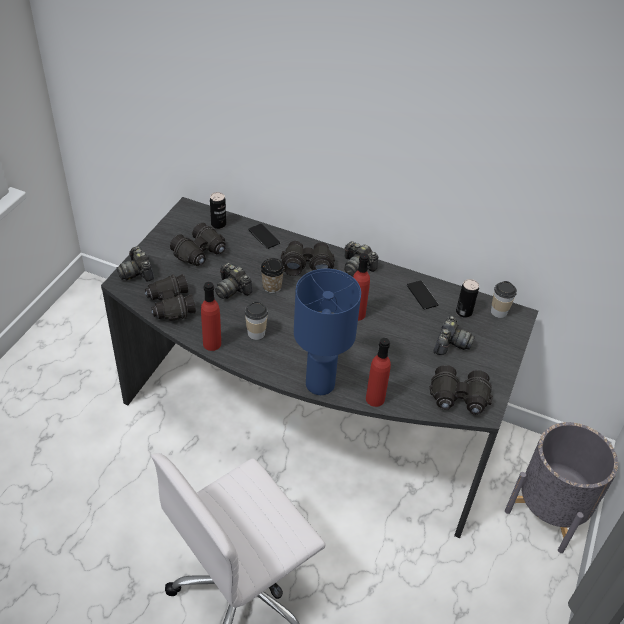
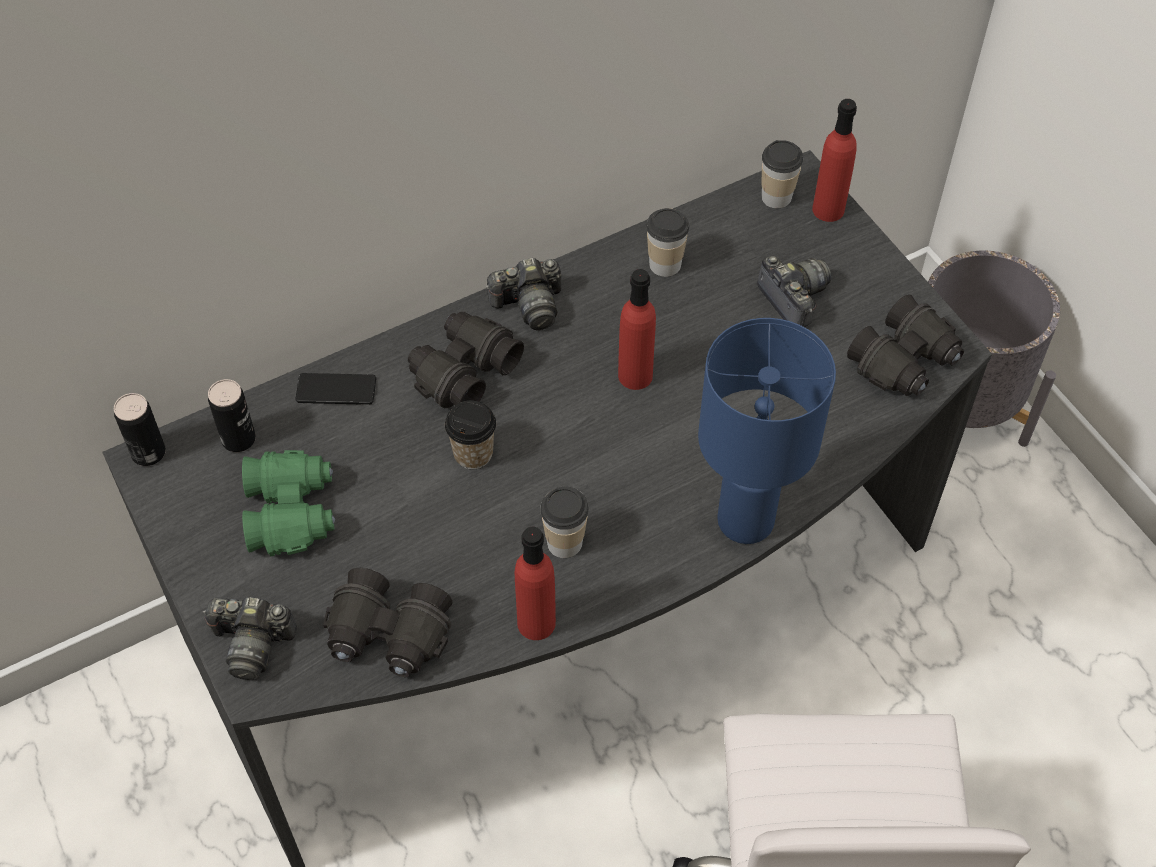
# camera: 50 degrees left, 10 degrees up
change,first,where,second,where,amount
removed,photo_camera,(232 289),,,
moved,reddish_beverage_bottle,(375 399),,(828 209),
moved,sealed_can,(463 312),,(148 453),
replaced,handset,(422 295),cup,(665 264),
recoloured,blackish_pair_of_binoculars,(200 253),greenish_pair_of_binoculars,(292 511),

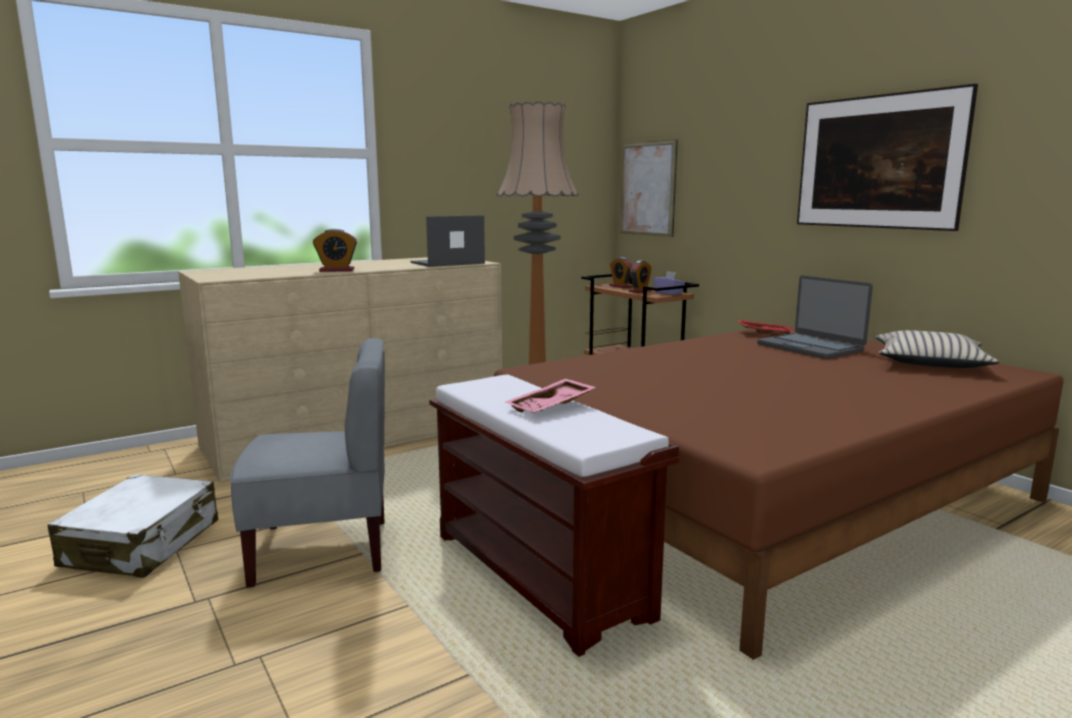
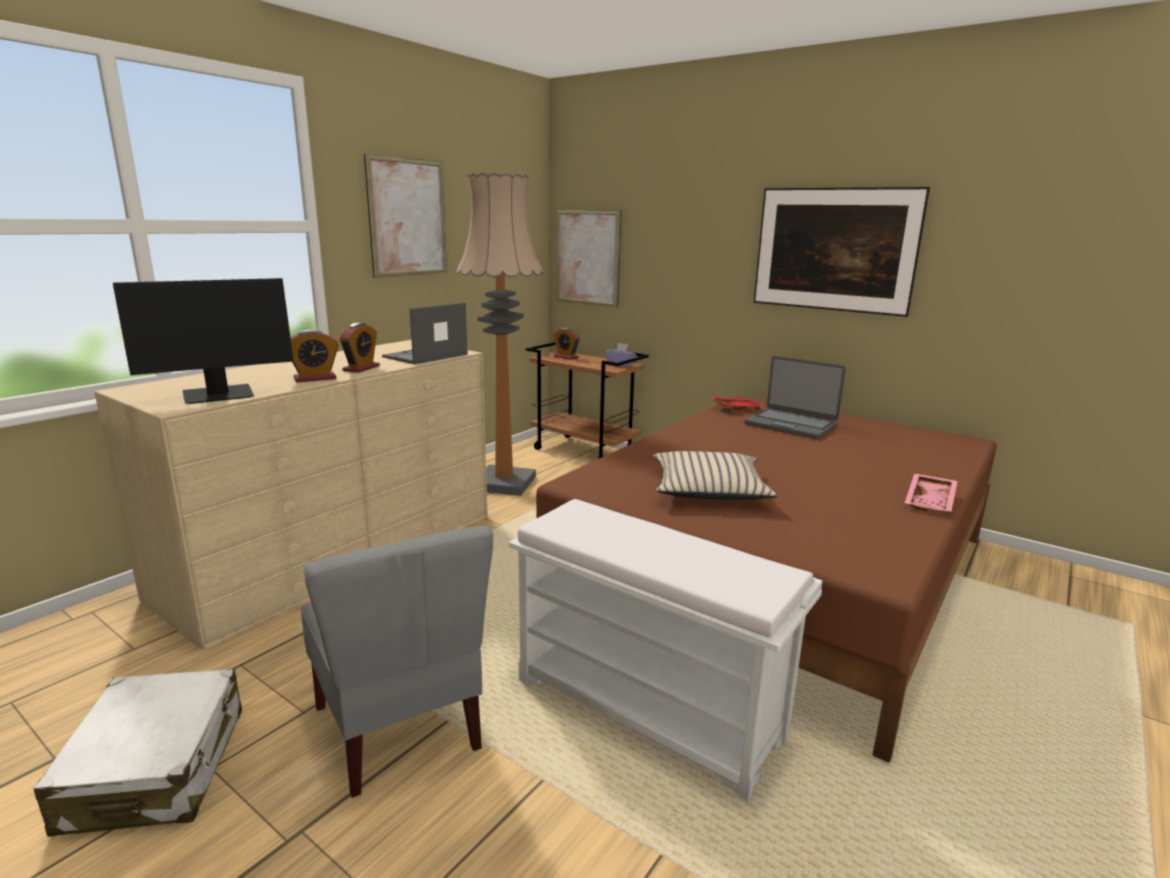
# camera: 20 degrees left, 5 degrees up
change,first,where,second,where,amount
added,,,computer_display,(219 395),
added,,,wall_art,(408 218),
moved,pink_serving_tray,(551 407),,(931 501),
moved,table_clock,(640 291),,(361 368),
moved,sand-coloured_pillow,(929 362),,(708 489),
recoloured,brownish_bench,(541 575),white_bench,(649 708),
turned,greyish_chair,(323 551),,(400 727),90 degrees clockwise

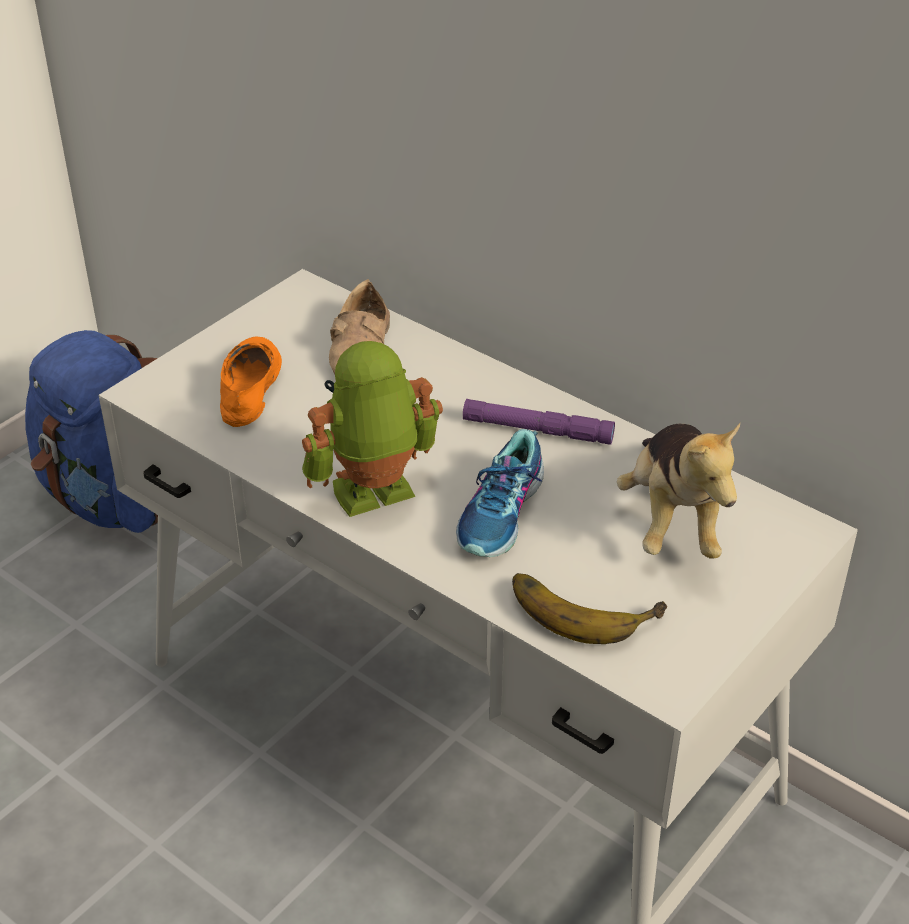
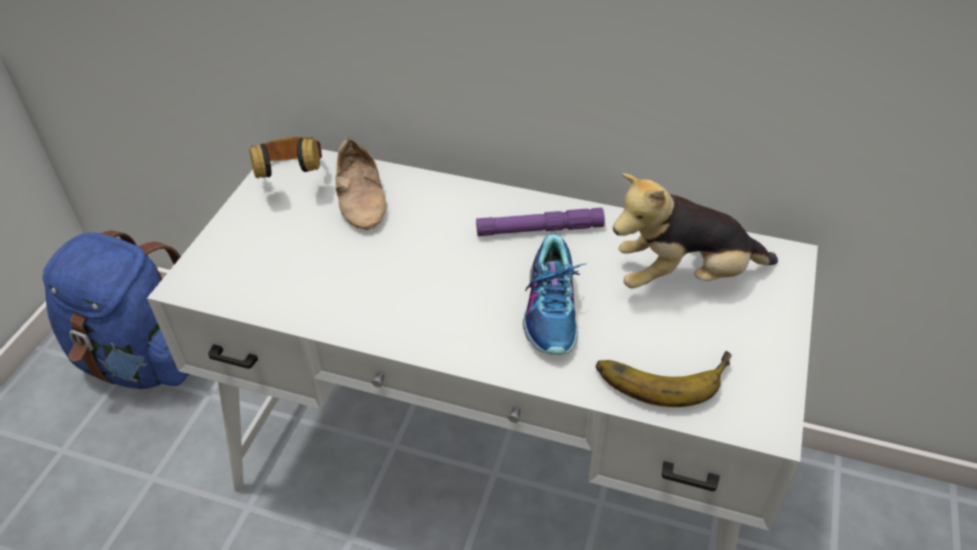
# camera: 20 degrees left, 5 degrees up
change,first,where,second,where,amount
removed,orange-coloured_low_shoe,(248 387),,,
removed,toy_robot,(374 495),,,
added,,,pair_of_headphones,(291 178),
turned,cuddly_toy,(672 520),,(684 277),105 degrees clockwise

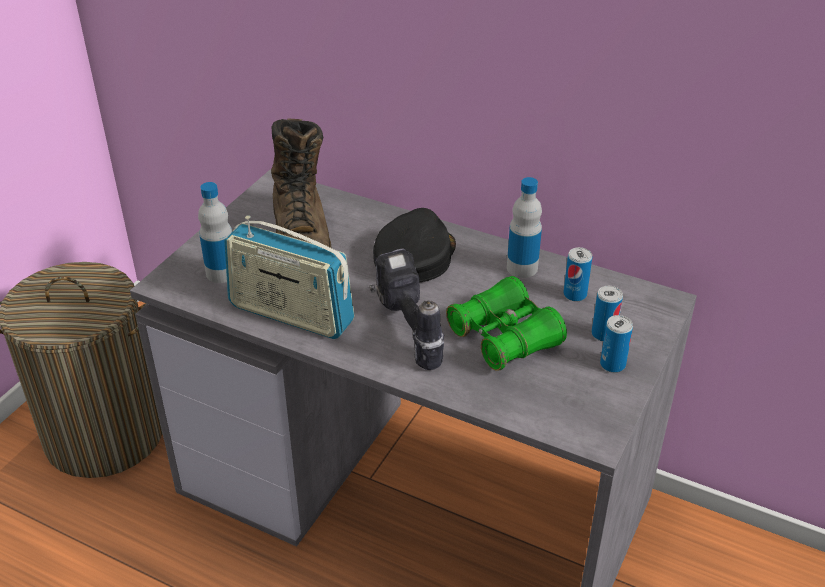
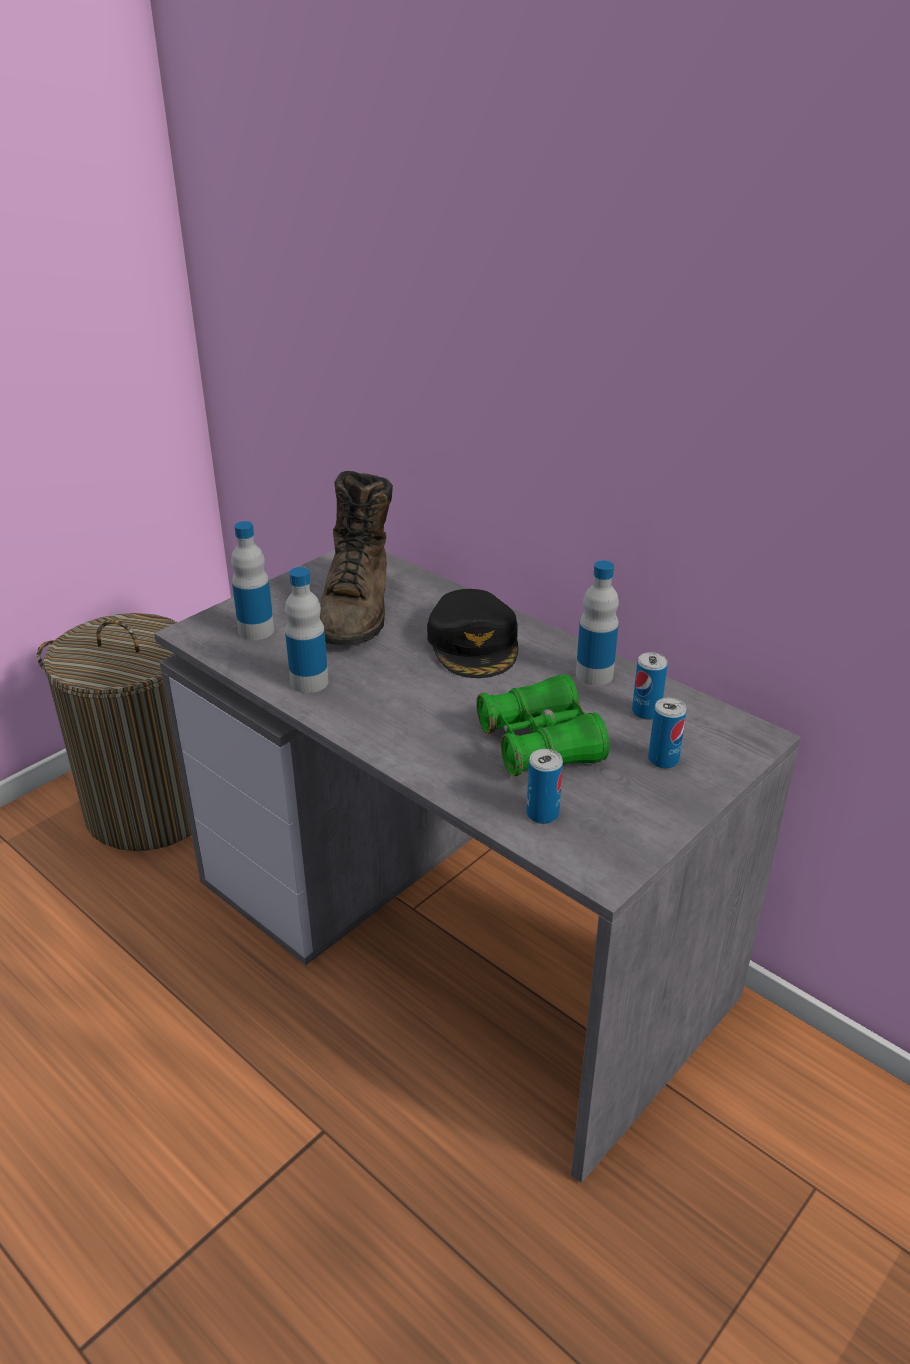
# camera: 15 degrees right, 5 degrees down
change,first,where,second,where,amount
removed,electric_drill,(406 332),,,
moved,sealed_can,(612 364),,(542 814),
replaced,radio_receiver,(291 314),beverage_bottle,(309 682),
turned,blackish_baseball_cap,(414 255),,(474 644),135 degrees clockwise

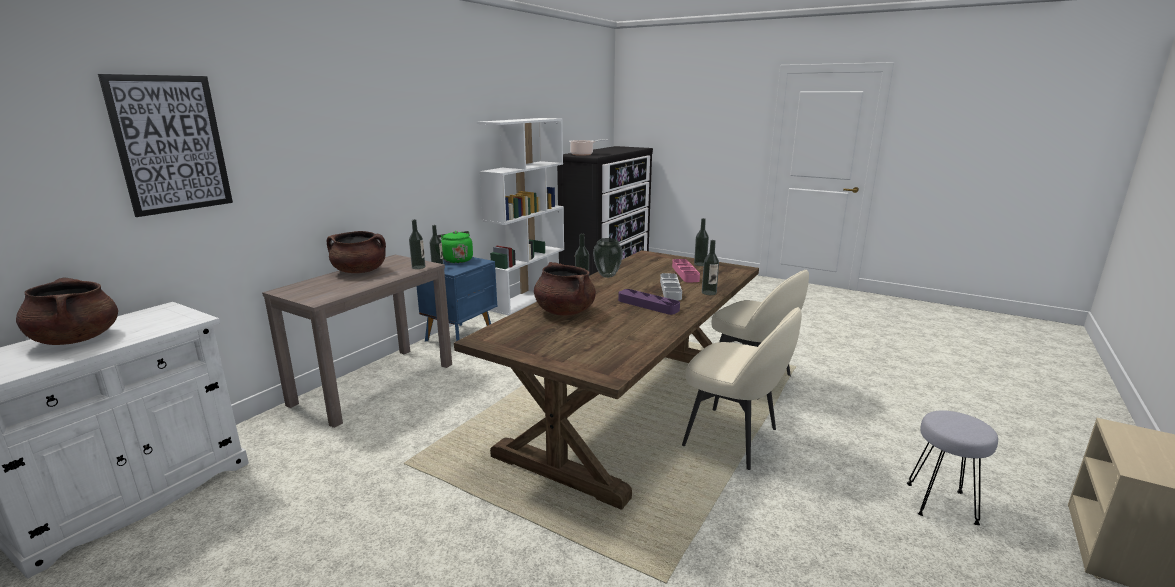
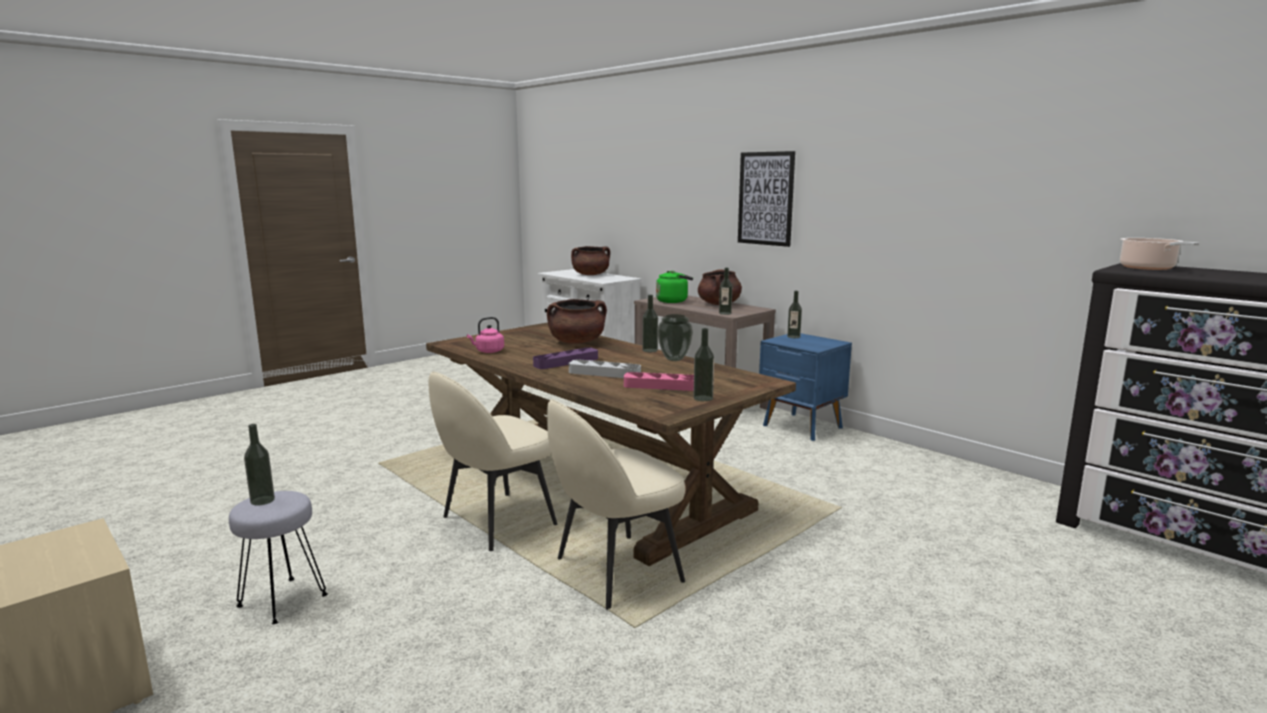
# camera: 105 degrees right, 5 degrees down
change,first,where,second,where,amount
removed,white_shelving_unit,(528 298),,,
added,,,pink_tea_kettle,(488 351),
moved,wall_art,(171 144),,(765 198),
moved,greenish_tea_kettle,(456 260),,(673 301),
moved,beverage_bottle,(709 293),,(262 500),

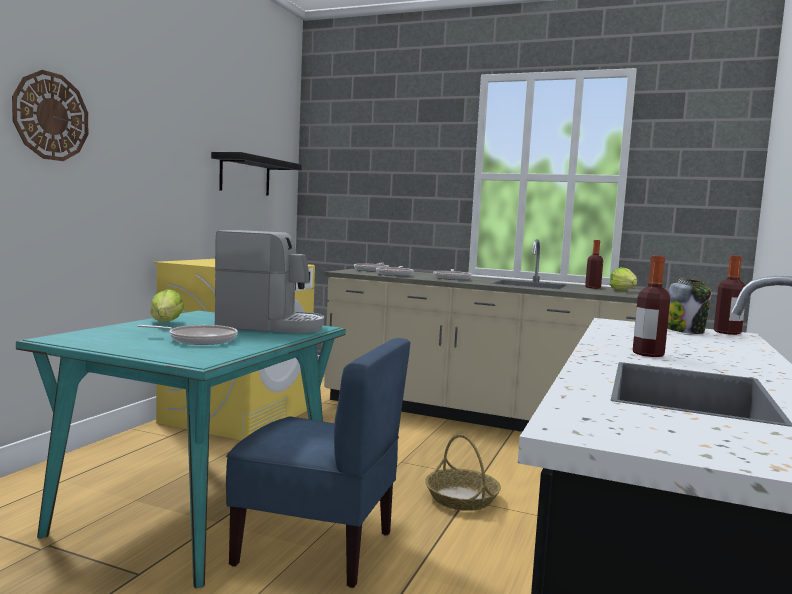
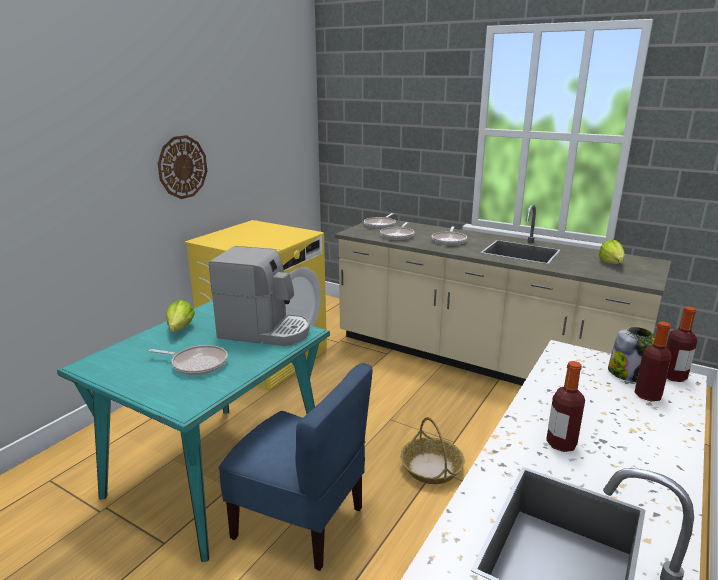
# camera: 10 degrees right, 15 degrees up
change,first,where,second,where,amount
removed,blackish_shelf,(245 175),,,
moved,hanging_clock,(51 116),,(182 167),
moved,beverage_bottle,(592 288),,(647 395),

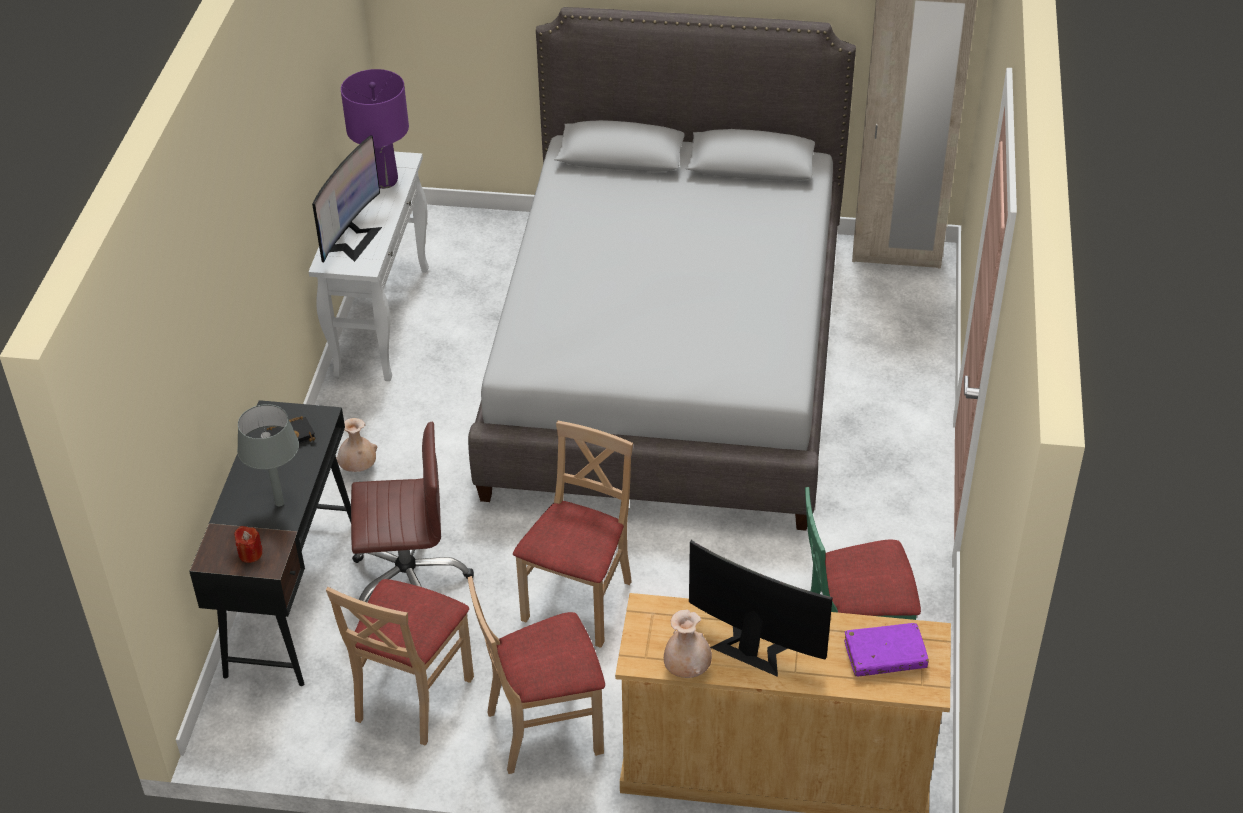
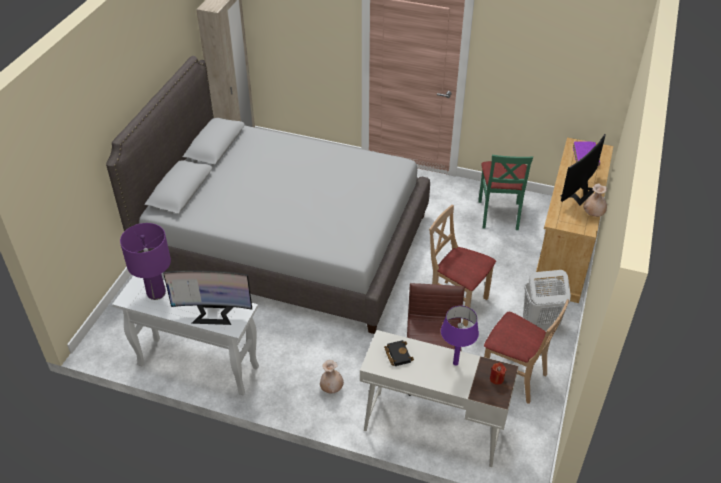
# camera: 80 degrees left, 0 degrees up
change,first,where,second,where,amount
replaced,sand-coloured_chair,(544 729),white_washing_basket,(539 325),
recoloured,blackish_desk_unit,(292 596),white_desk_unit,(432 428),
recoloured,greyish_table_lamp,(280 503),purplish_table_lamp,(455 363),
turned,computer_display,(351 239),,(213 314),150 degrees clockwise

